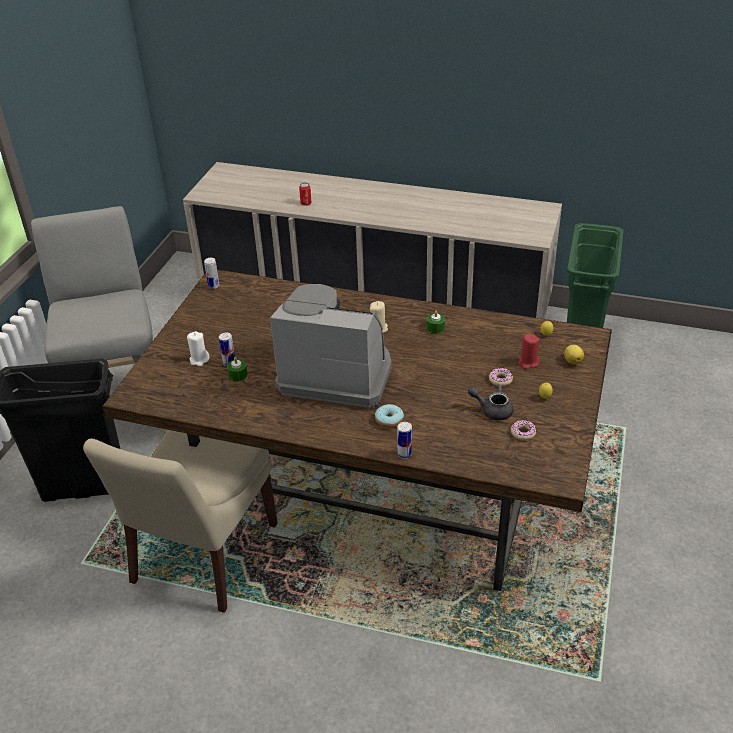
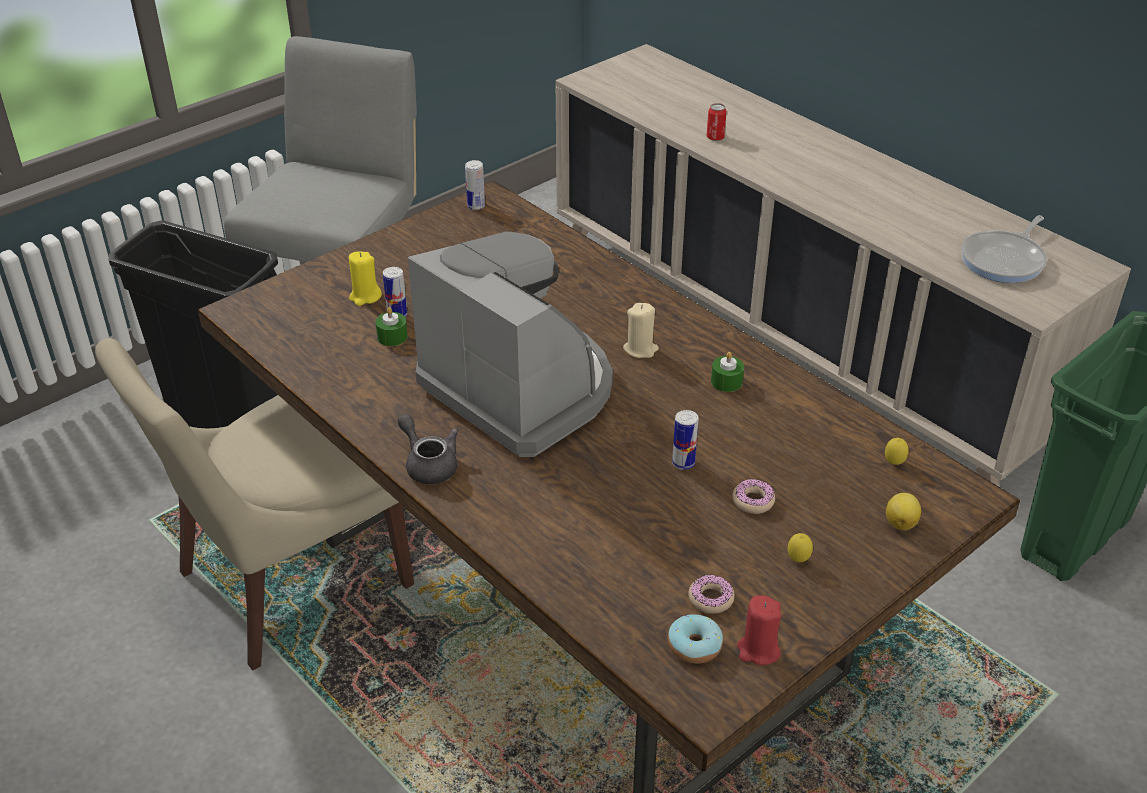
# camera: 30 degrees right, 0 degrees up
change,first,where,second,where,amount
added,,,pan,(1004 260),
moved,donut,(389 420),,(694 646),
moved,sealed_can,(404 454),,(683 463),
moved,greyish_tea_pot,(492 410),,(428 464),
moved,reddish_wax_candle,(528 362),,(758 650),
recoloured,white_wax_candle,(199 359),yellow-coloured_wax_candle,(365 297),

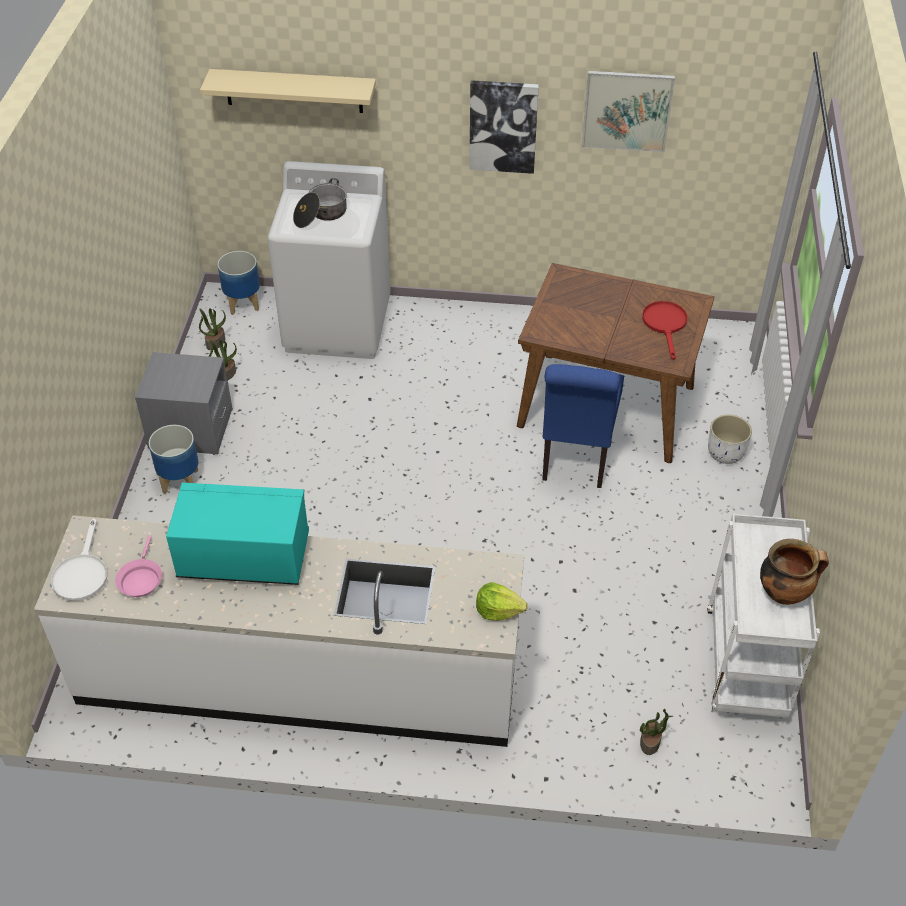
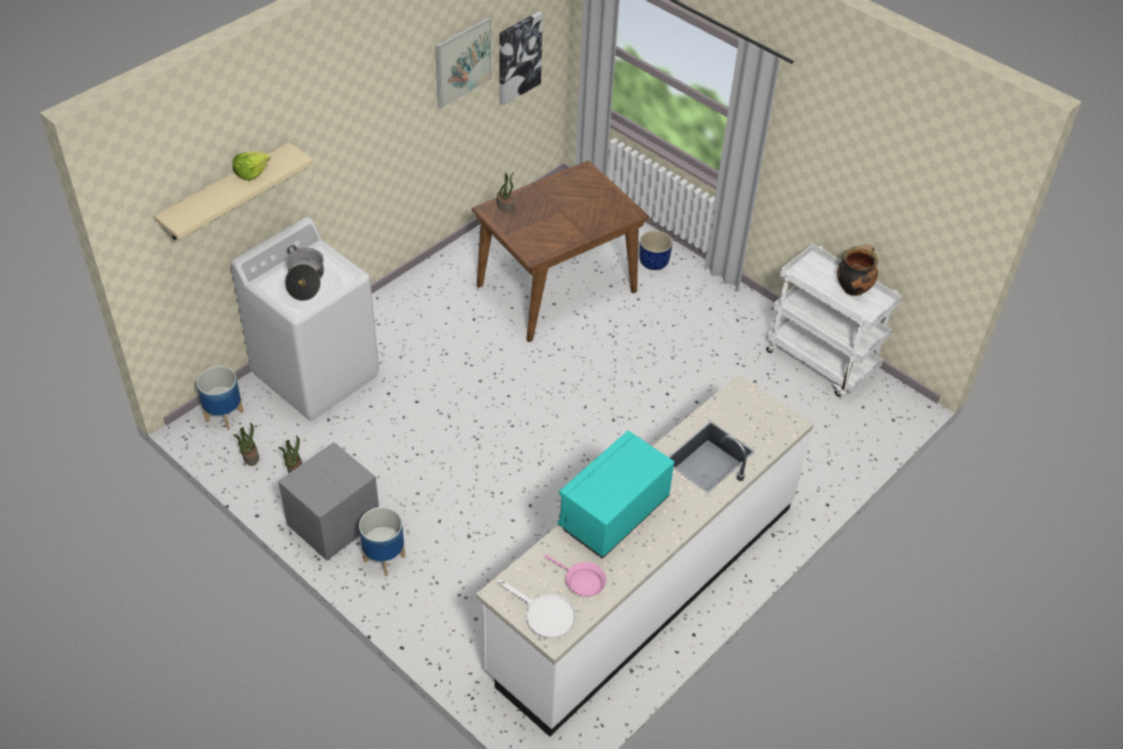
# camera: 55 degrees left, 0 degrees up
change,first,where,second,where,amount
removed,blue_chair,(575 457),,,
removed,reddish_pan,(665 325),,,
moved,wall_art,(503 126),,(518 57),
moved,lettuce_head,(498 610),,(251 172),
moved,houseplant,(650 742),,(505 206),
recoloured,white_plant_pot,(726 453),blue_plant_pot,(653 262),

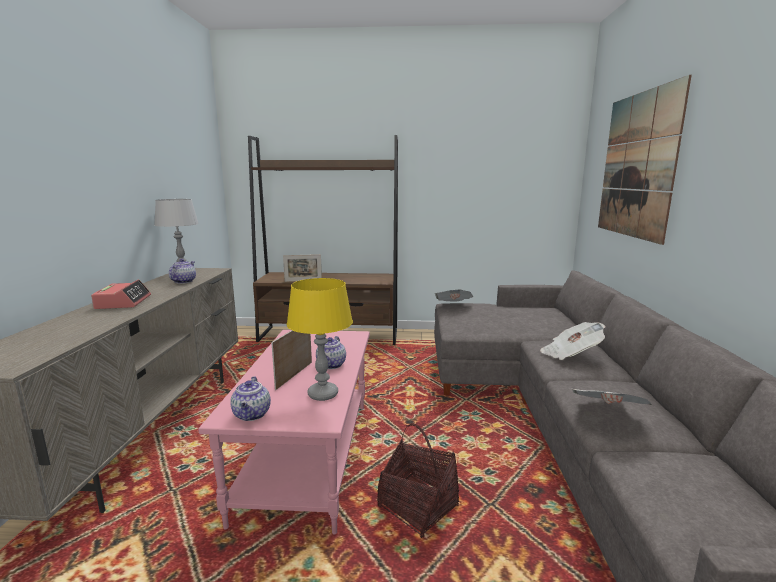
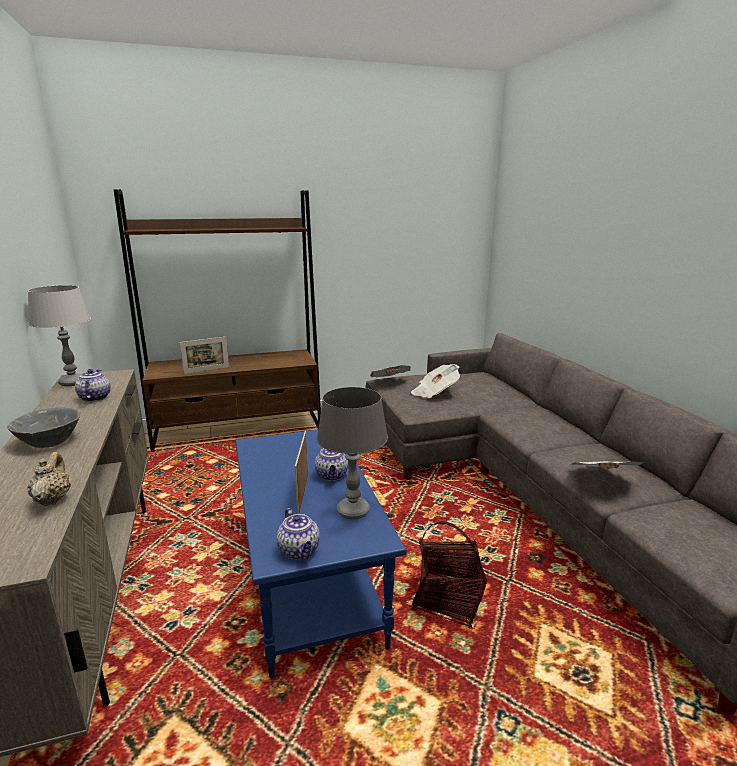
# camera: 20 degrees left, 5 degrees up
change,first,where,second,where,amount
removed,wall_art,(637 165),,,
added,,,sand-coloured_tea_pot,(53 499),
moved,newspaper,(570 354),,(434 393),
replaced,table_clock,(123 302),greyish_bowl,(49 441),
recoloured,pink_low_table,(309 457),blue_low_table,(310 577),
recoloured,yellow-coloured_table_lamp,(323 394),greyish_table_lamp,(353 511),

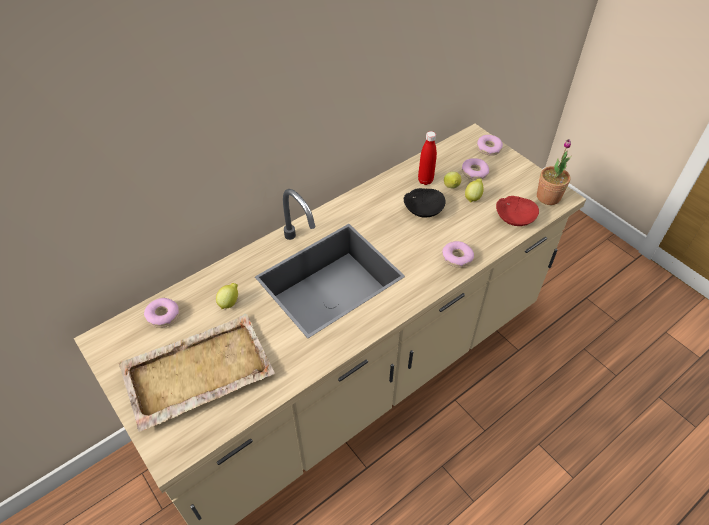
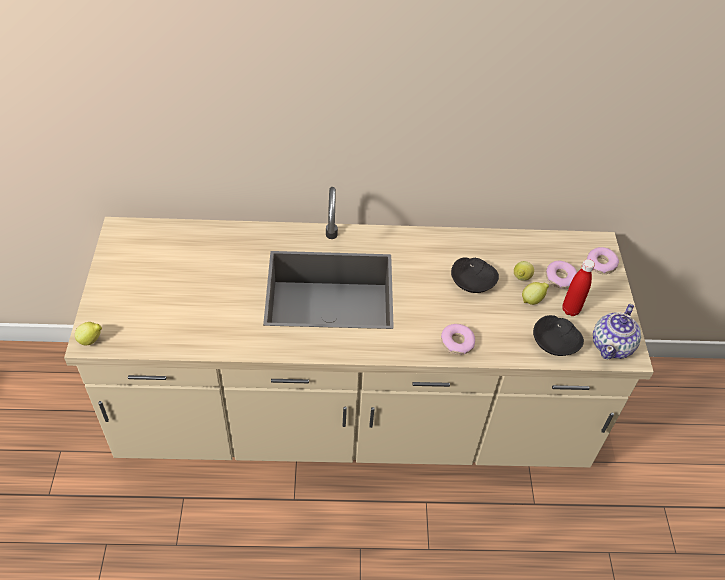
# camera: 35 degrees right, 0 degrees up
change,first,where,second,where,amount
removed,sand-coloured_serving_tray,(196 372),,,
removed,donut,(163 316),,,
moved,whole_lemon,(229 302),,(91 340),
moved,reddish_beverage_bottle,(425 180),,(570 310),
replaced,houseplant,(548 197),tea_pot,(612 345),
recoloured,reddish_bowl,(514 217),blackish_bowl,(555 342),

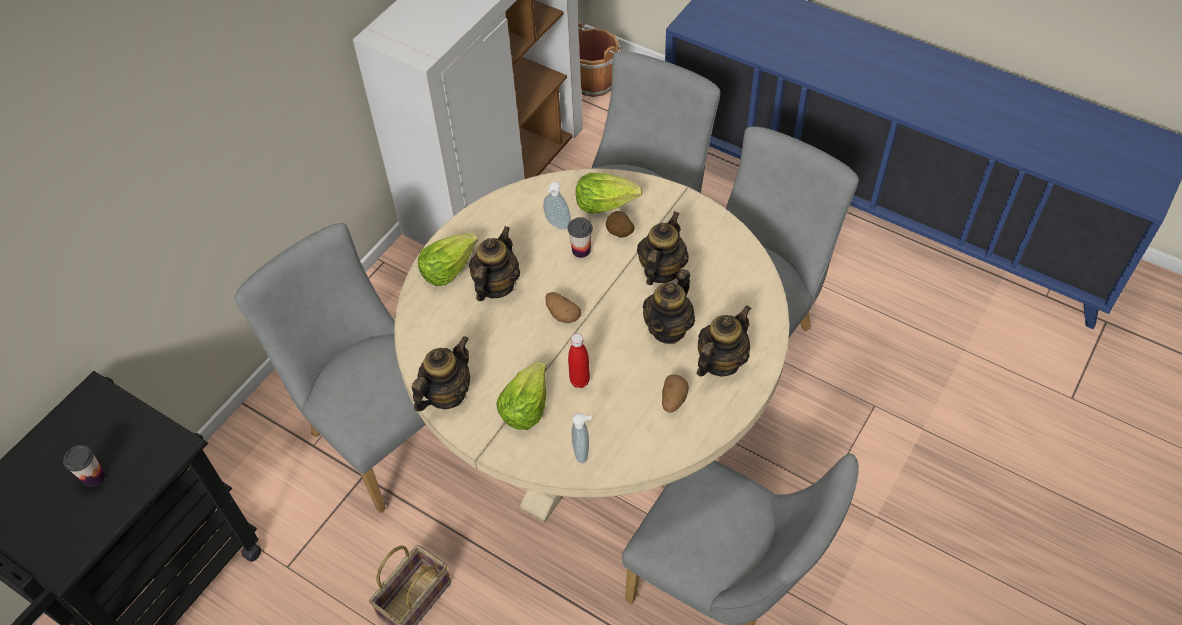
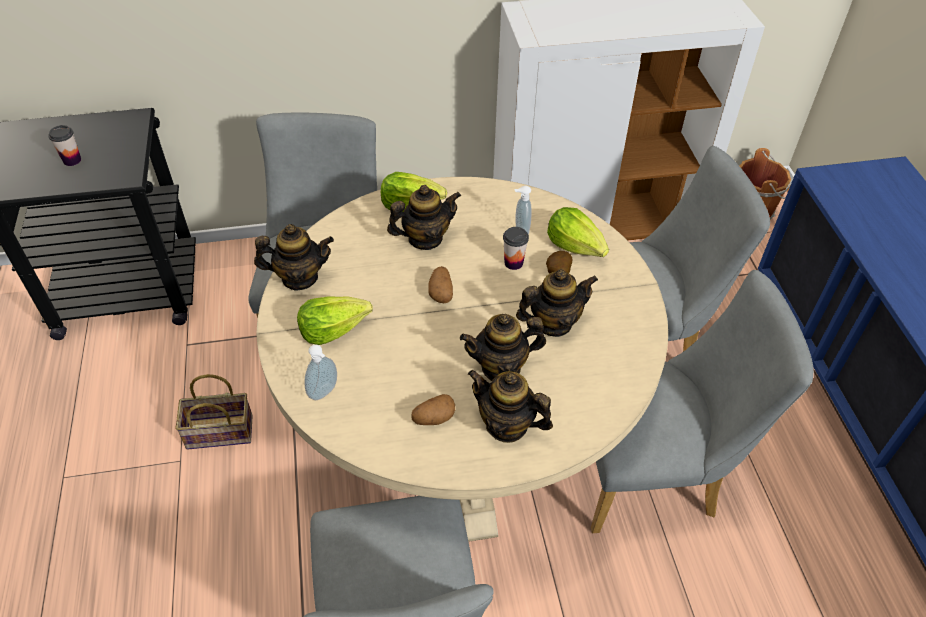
# camera: 45 degrees right, 5 degrees down
change,first,where,second,where,amount
removed,reddish_beverage_bottle,(579 381),,,
turned,tea_pot,(720 362),,(507 425),150 degrees counterclockwise

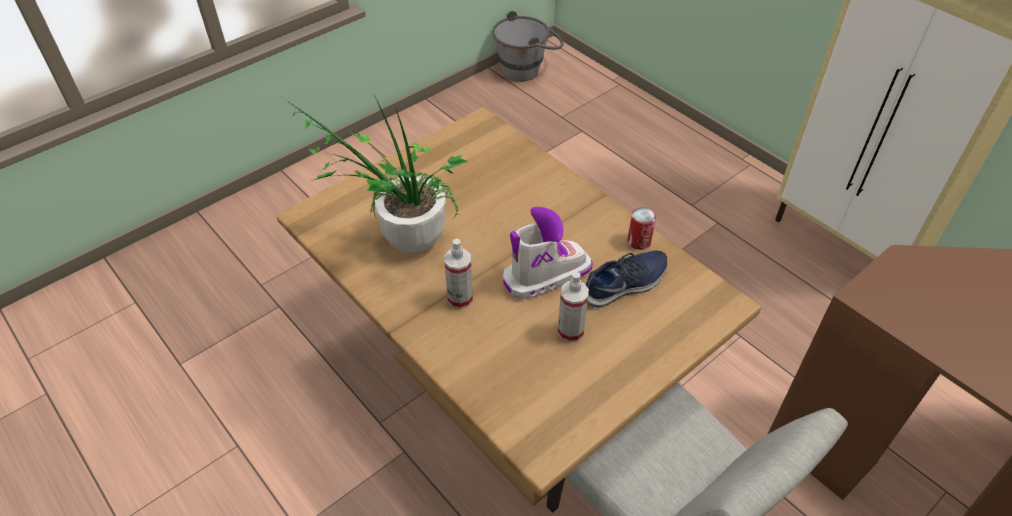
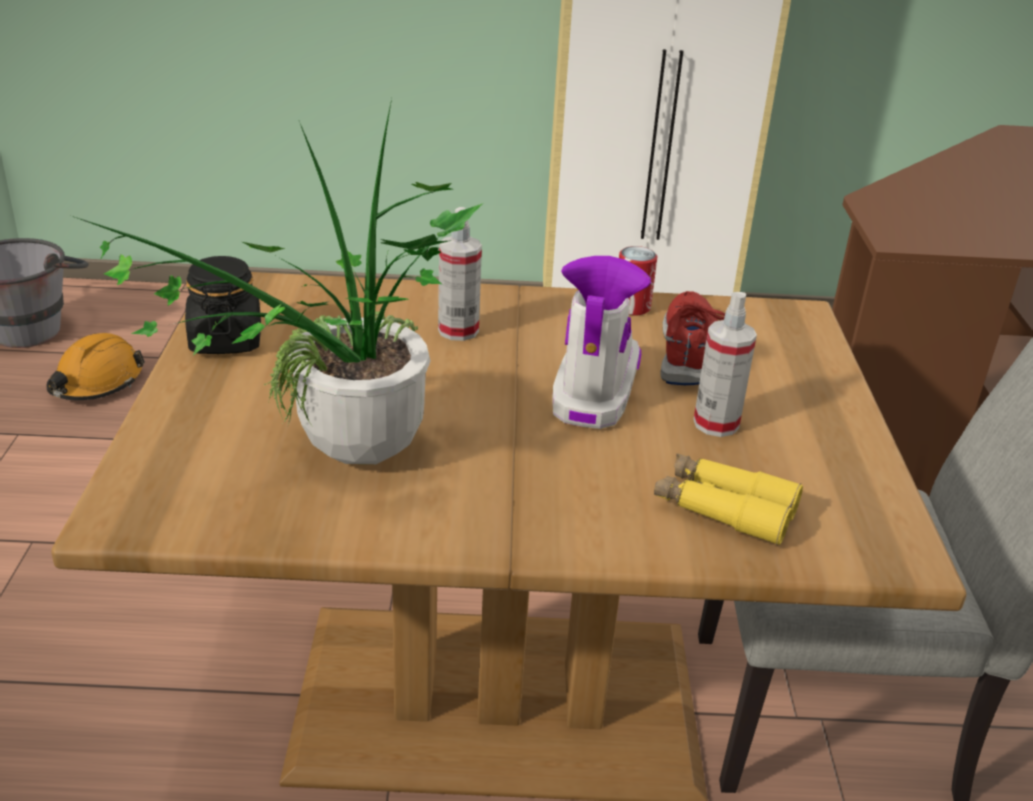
# camera: 50 degrees left, 15 degrees down
change,first,where,second,where,amount
added,,,orange-coloured_work_helmet,(96 383),
added,,,blackish_storage_jar,(226 340),
added,,,yellow-coloured_pair_of_binoculars,(724 509),
moved,hand_sprayer,(460 298),,(458 330),
recoloured,blue_low_shoe,(625 285),reddish_low_shoe,(689 350),

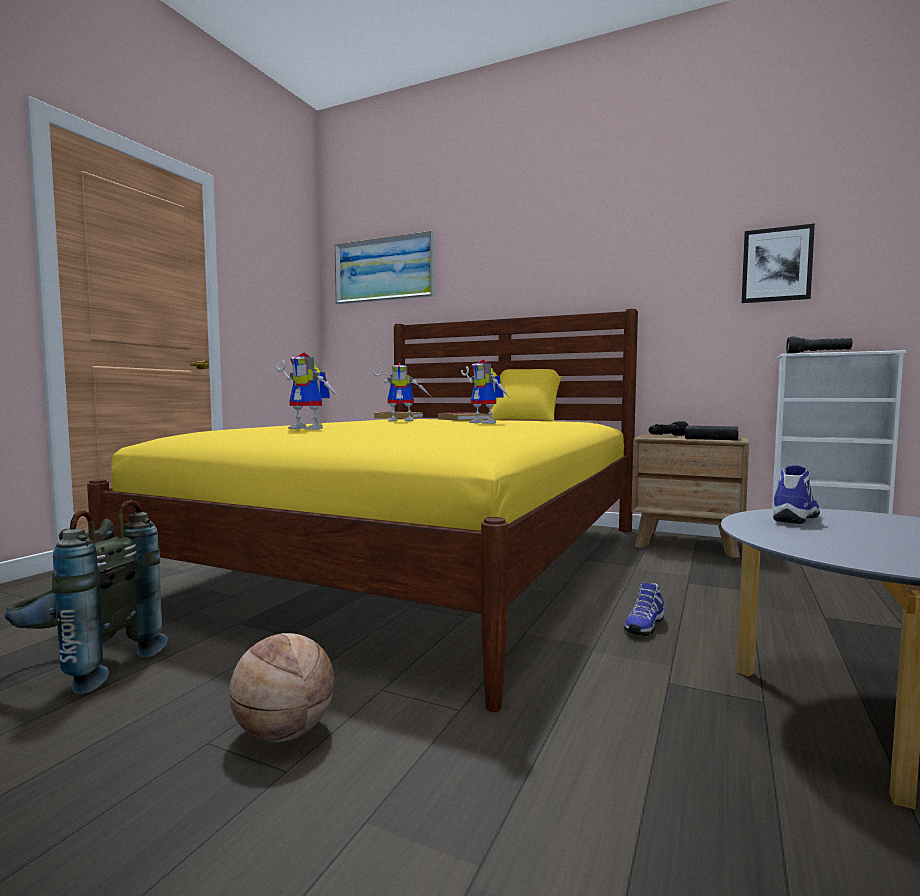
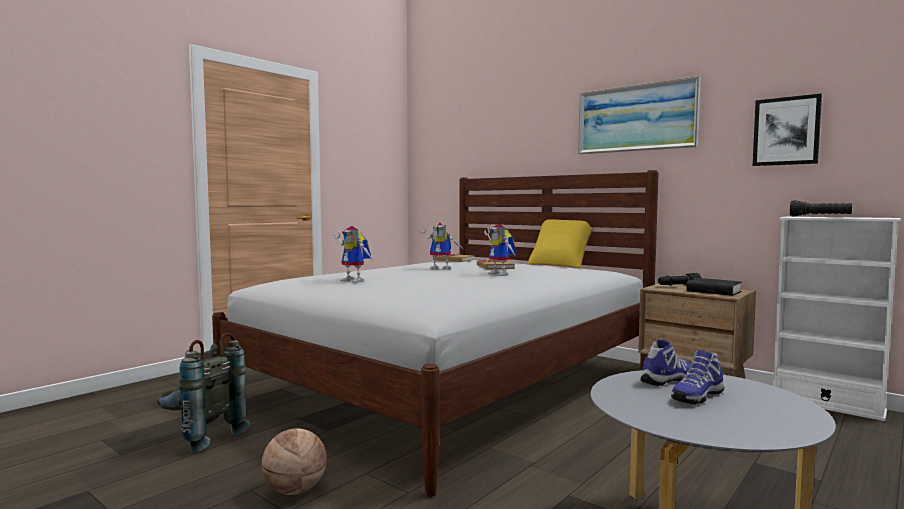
# camera: 15 degrees right, 0 degrees up
change,first,where,second,where,amount
moved,wall_art,(384 270),,(636 118),
moved,low_shoe,(643 626),,(696 396),
recoloured,yellow-coloured_sleeping_bed,(425 562),white_sleeping_bed,(453 383),

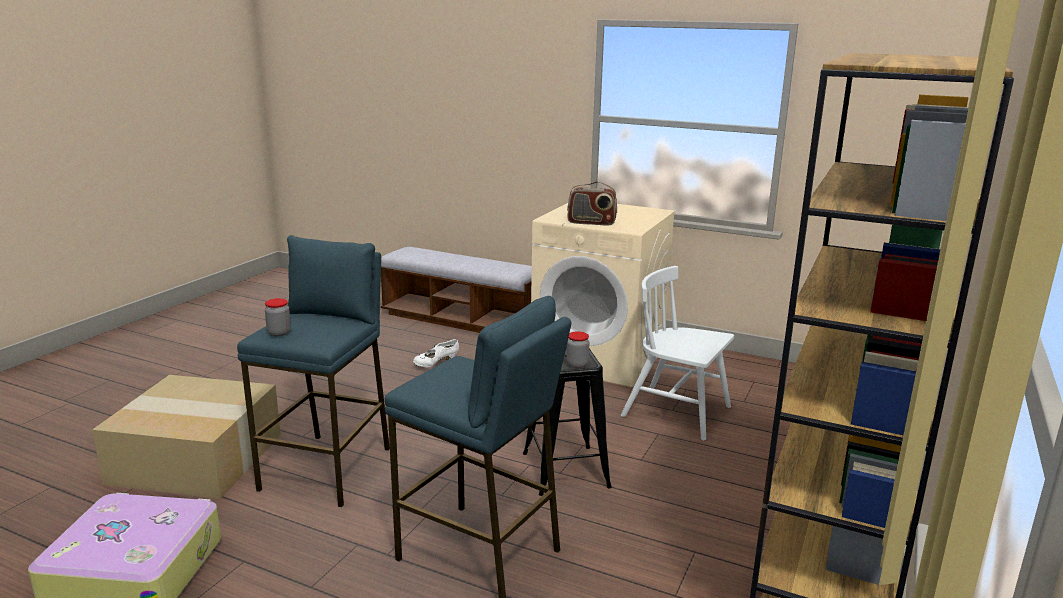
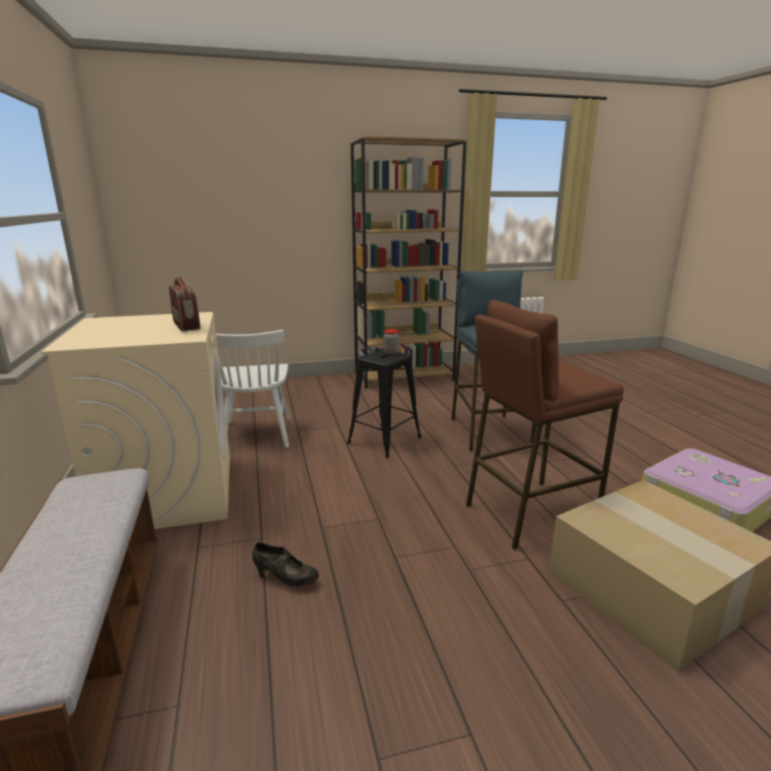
# camera: 130 degrees left, 0 degrees up
change,first,where,second,where,amount
removed,storage_jar,(279 333),,,
recoloured,blue_stool,(328 468),brownish_stool,(528 513),
recoloured,white_low_shoe,(436 364),blackish_low_shoe,(285 579),

